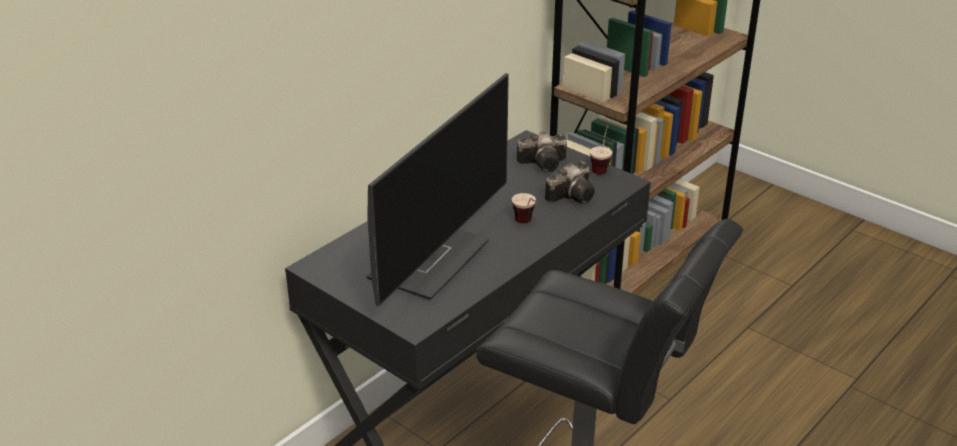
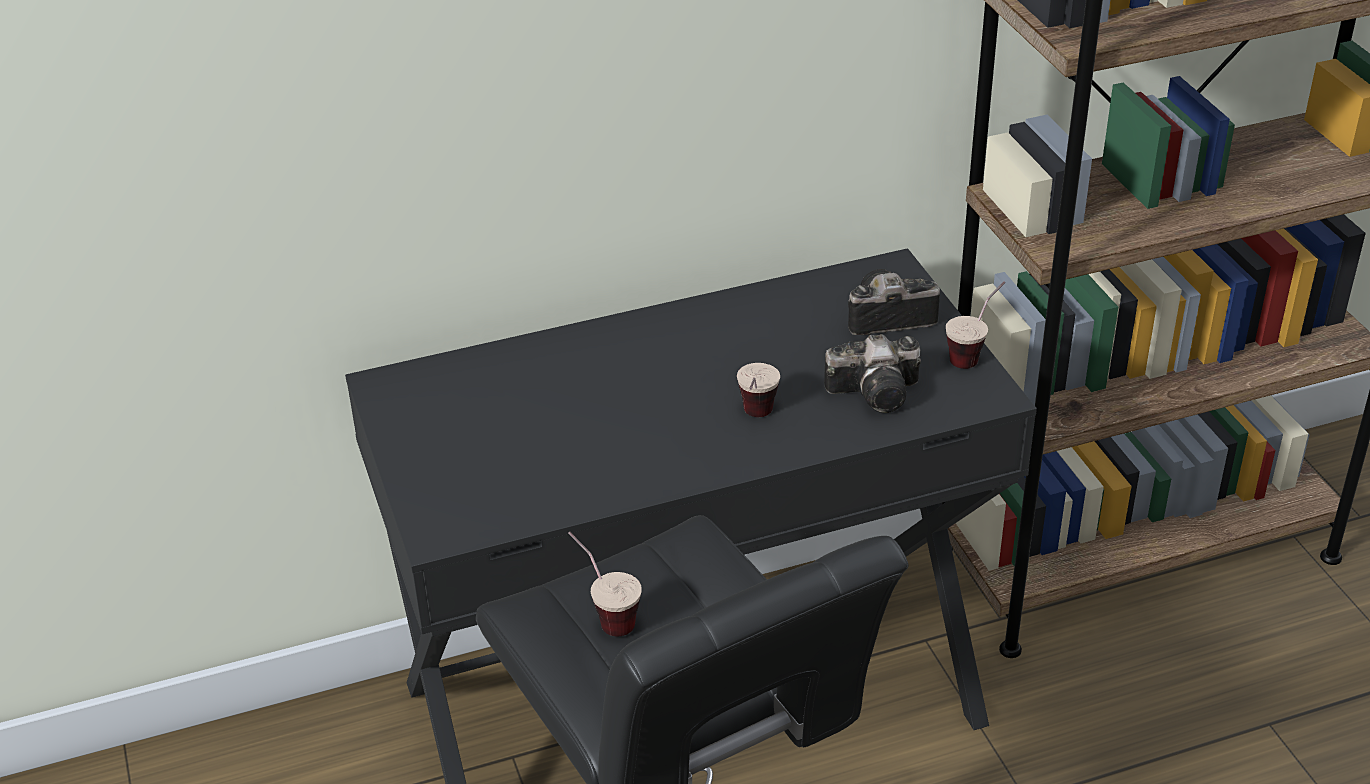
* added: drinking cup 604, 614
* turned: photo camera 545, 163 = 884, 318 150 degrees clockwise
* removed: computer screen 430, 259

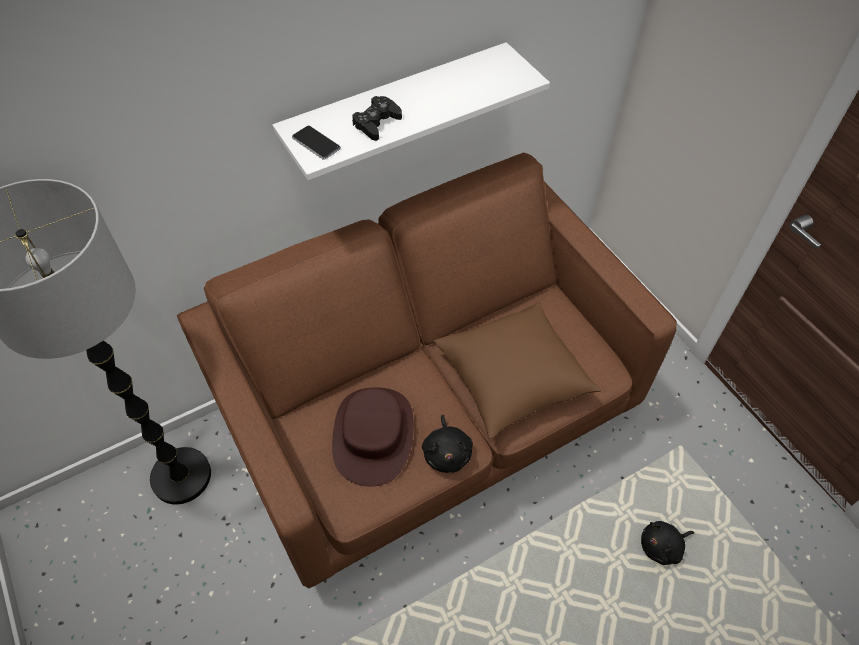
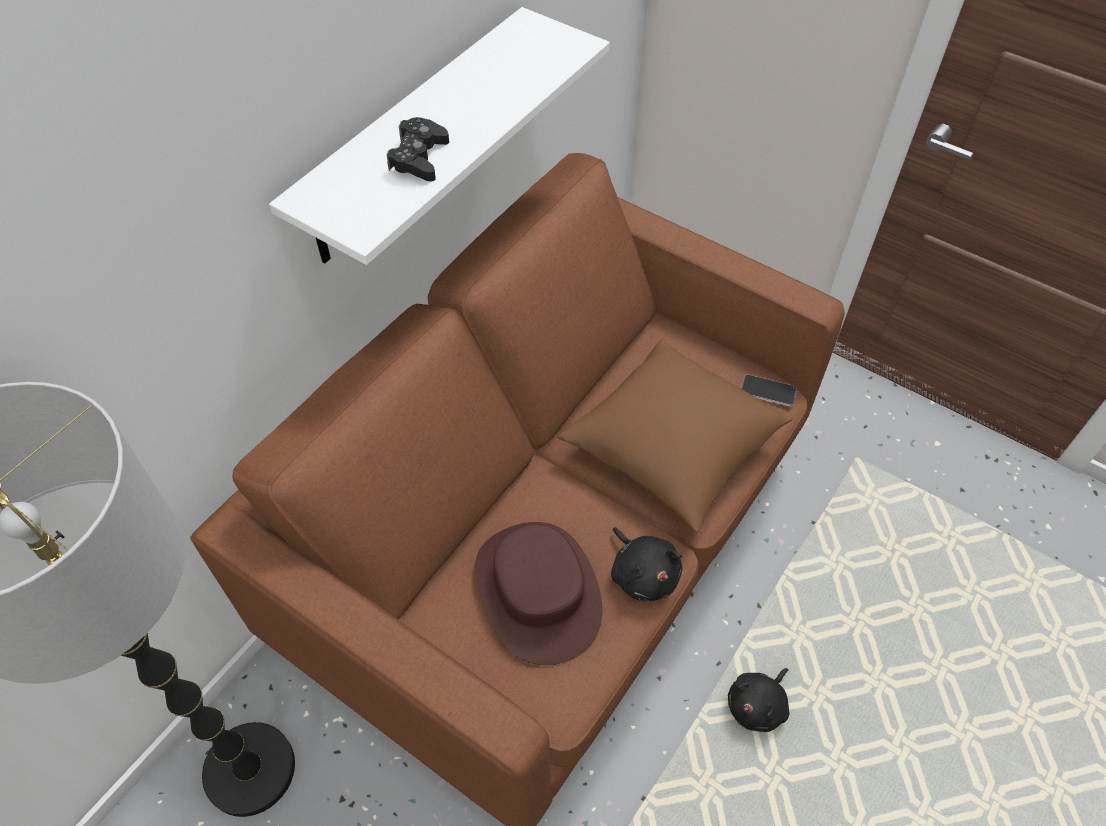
* moved: black-coloured cuddly toy 662, 546 to 758, 705
* moved: handset 316, 143 to 768, 391

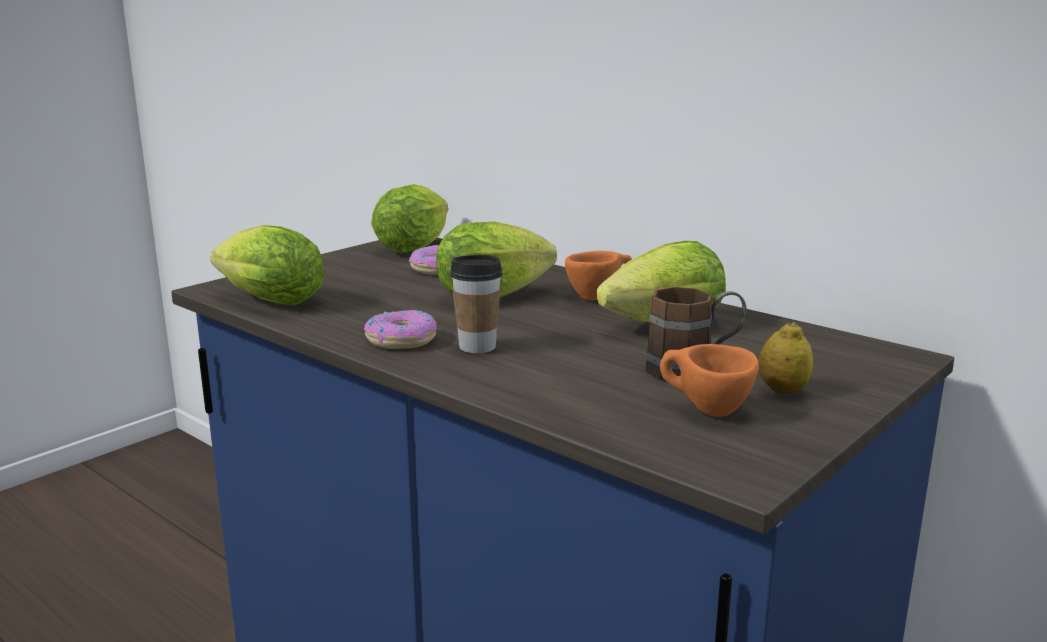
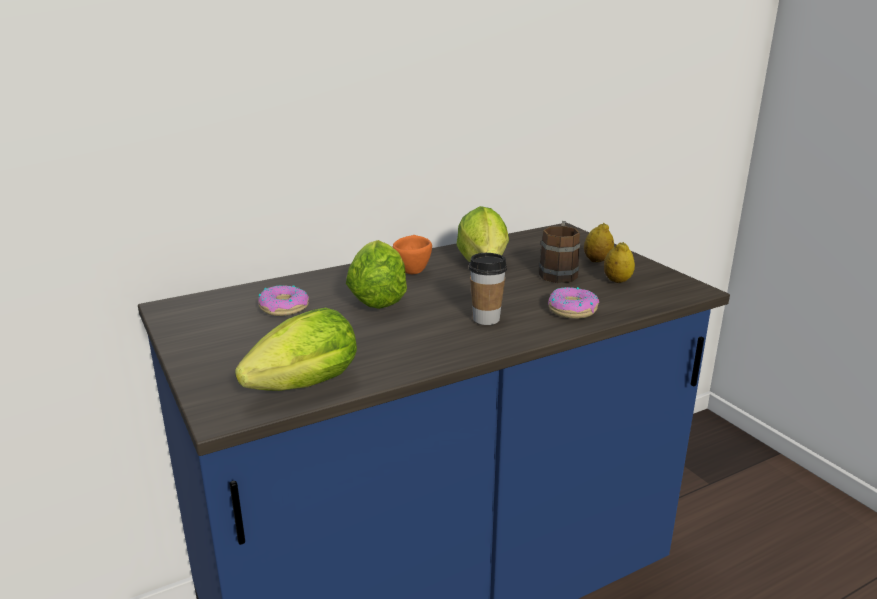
* moved: doughnut 401, 340 to 572, 310
* replaced: orange drinking cup 704, 410 to citrus fruit 617, 281
* removed: head of lettuce 416, 246

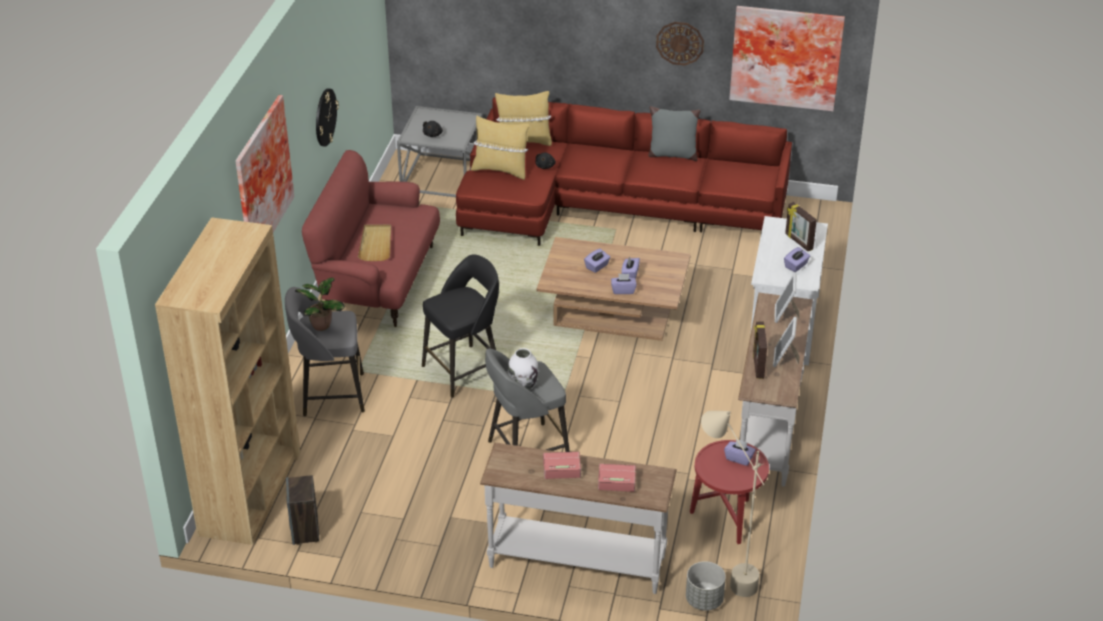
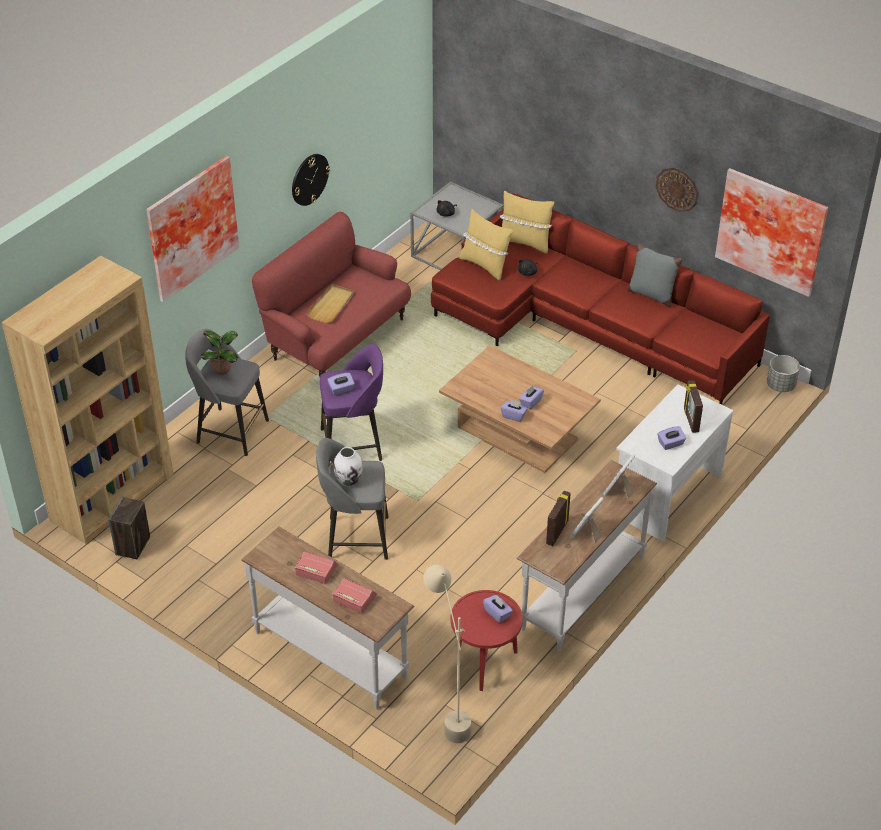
* recoloured: black-coloured stool 464, 370 to purplish stool 354, 444
* moved: purplish tissue box 597, 266 to 341, 389
* moved: gray plant pot 704, 600 to 781, 385

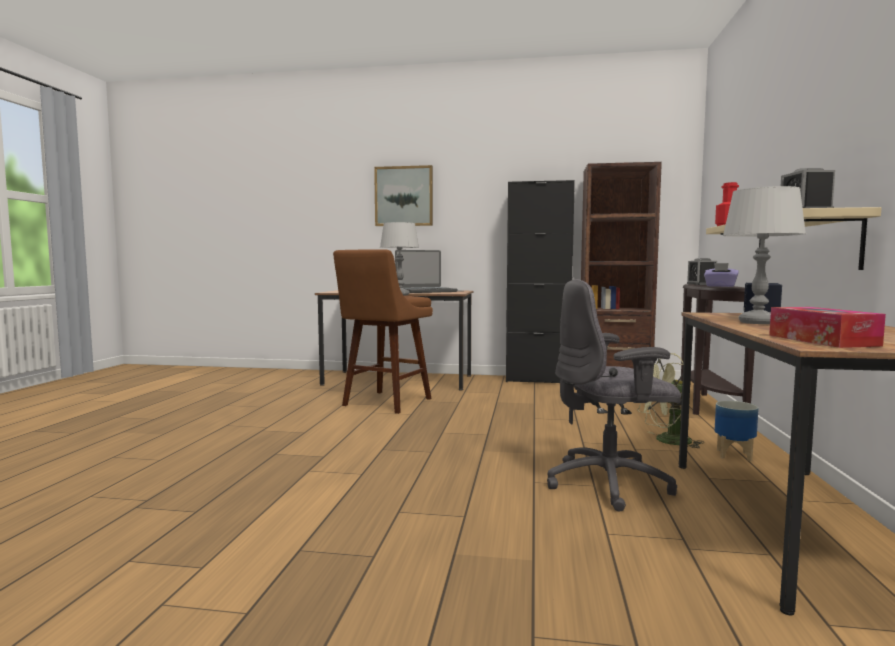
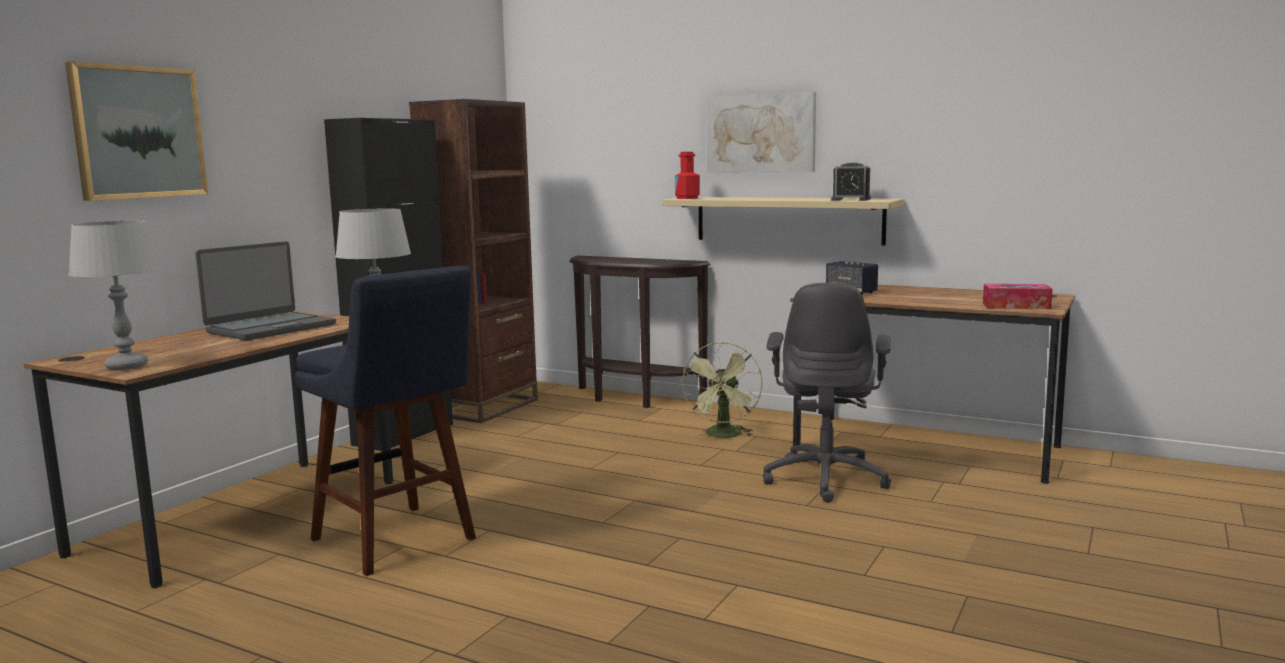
* moved: gray lamp for a table 757, 322 to 127, 366
* turned: portable computer 425, 291 = 270, 328 45 degrees clockwise
* recoloured: brownish stool 384, 403 to blue-coloured stool 398, 542
* added: wall art 761, 133
* removed: alarm clock 701, 284
* removed: purplish tissue box 720, 286
* removed: plant pot 734, 455

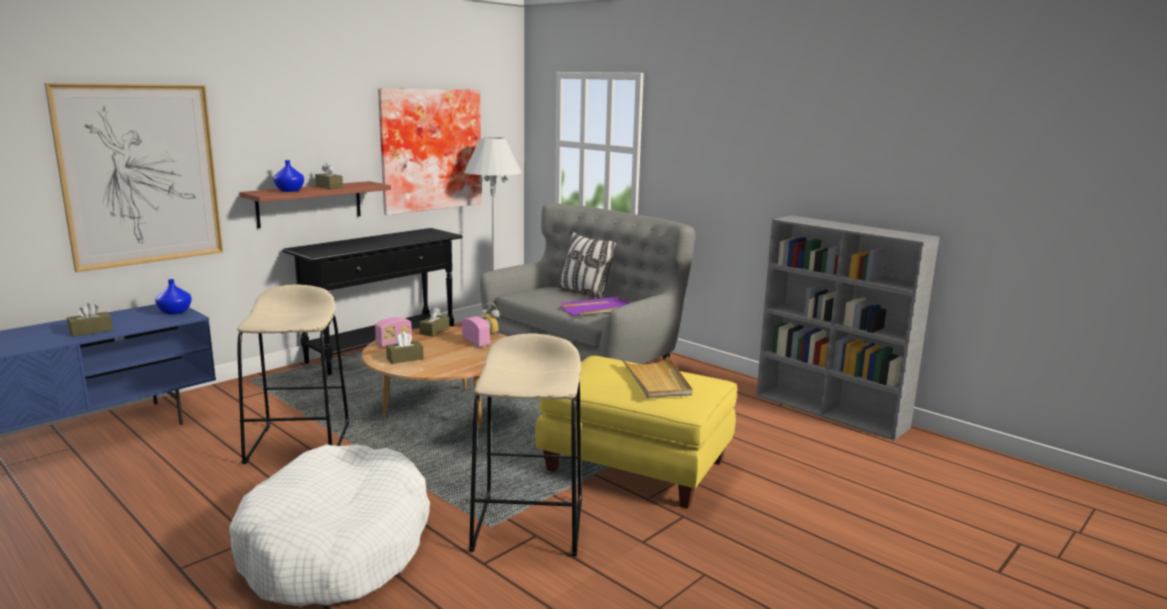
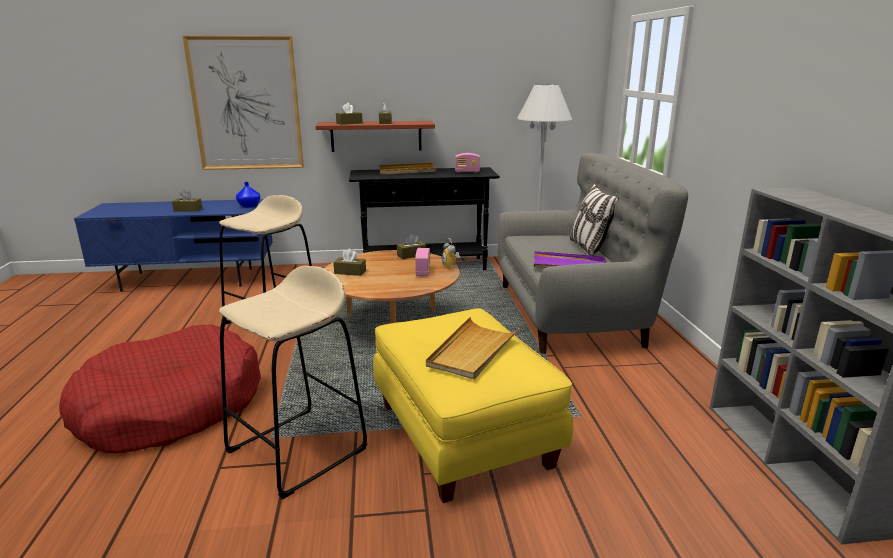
* recoloured: whitish pet bed 337, 547 to red-coloured pet bed 170, 407
* replaced: blue-coloured flower vase 290, 190 to brownish tissue box 349, 123
* added: sand-coloured carrying tray 407, 171
* moved: radio 394, 343 to 467, 172
* removed: wall art 429, 149

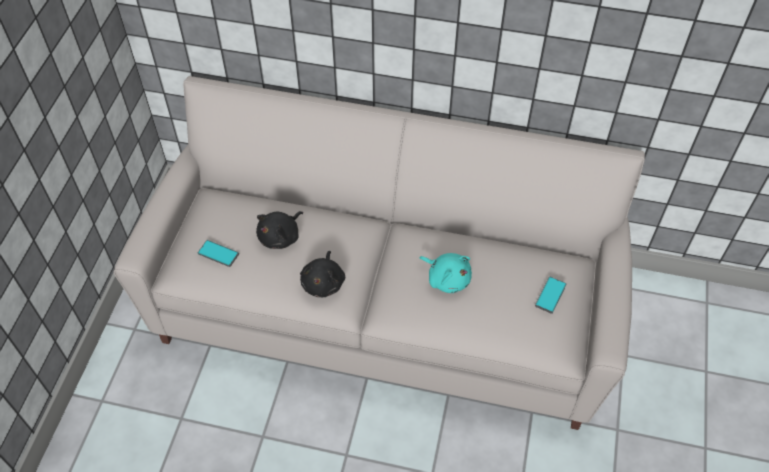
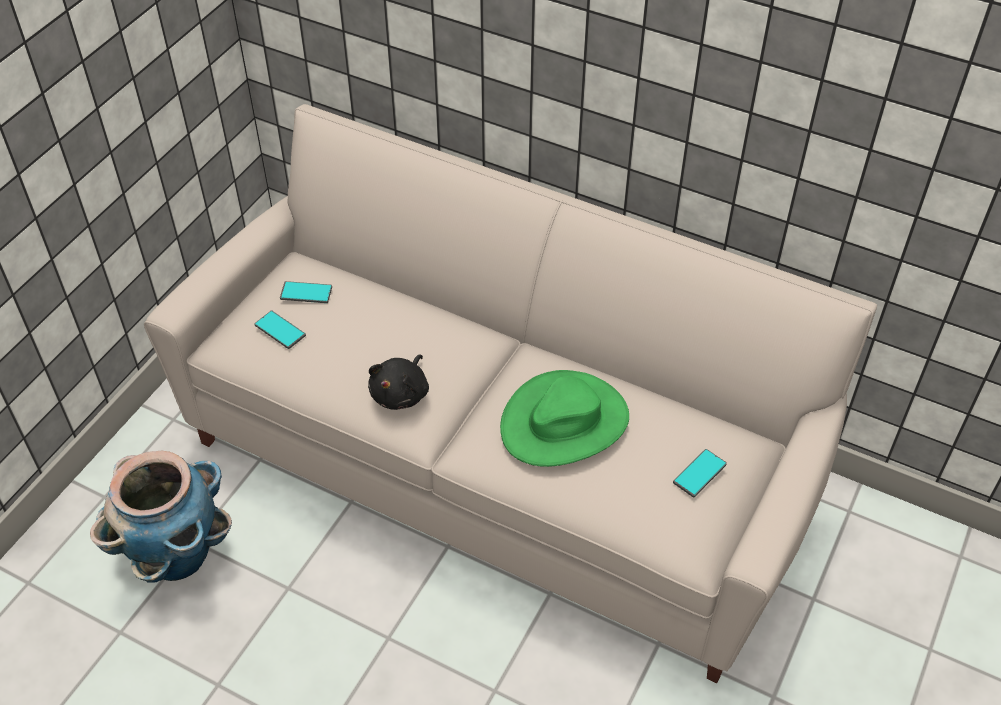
* added: plant pot 177, 555
* added: handset 306, 293
* replaced: blue-green cuddly toy 447, 278 to green clothing hat 564, 422
* removed: black-coloured cuddly toy 281, 236

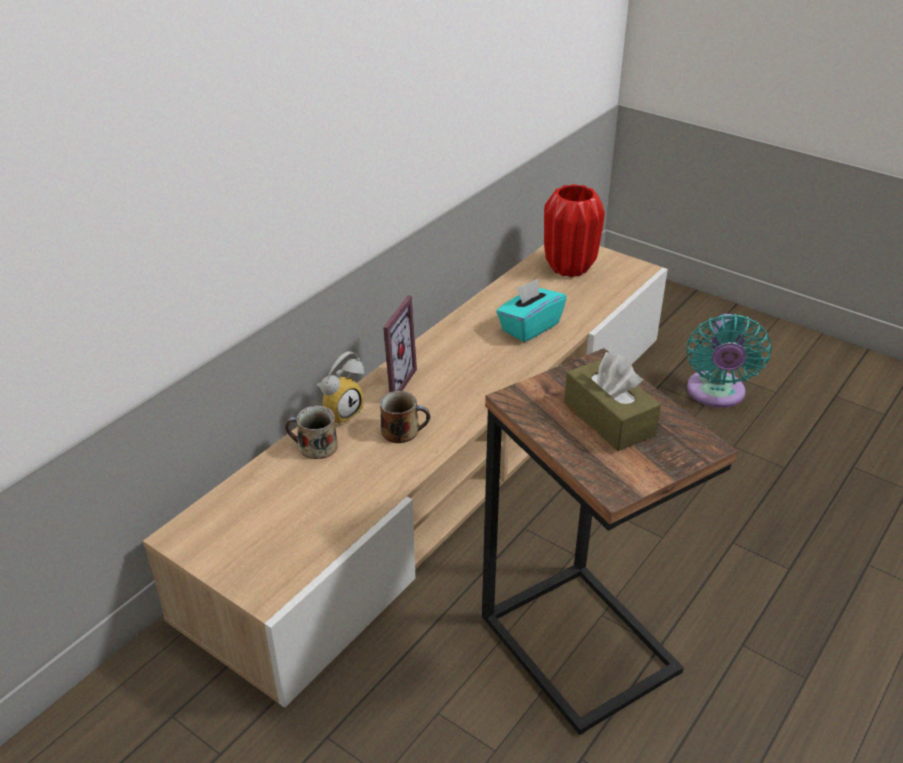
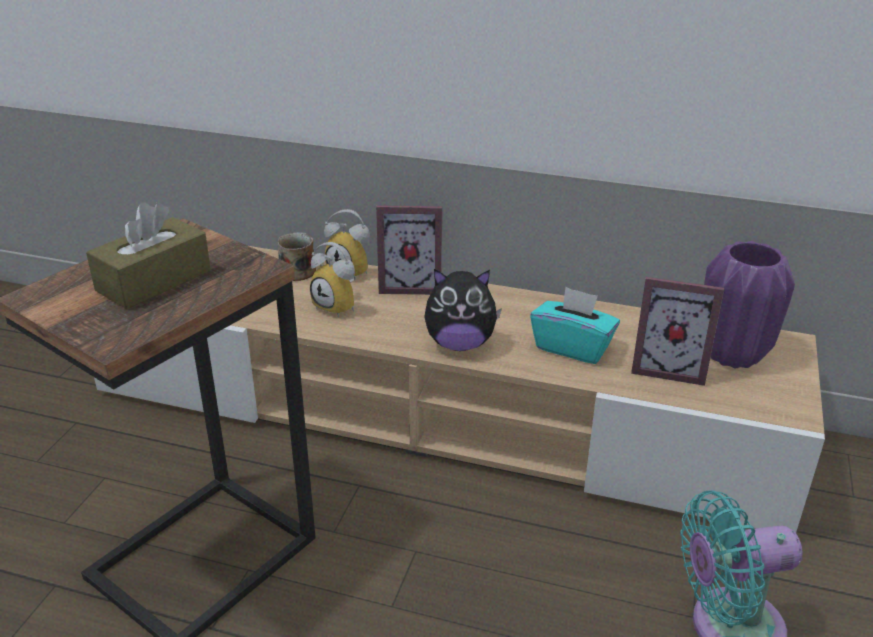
* replaced: coffee mug 402, 430 to alarm clock 339, 306
* added: cuddly toy 460, 344
* added: picture frame 668, 368
* recoloured: red-coloured flower vase 570, 268 to purplish flower vase 733, 355

